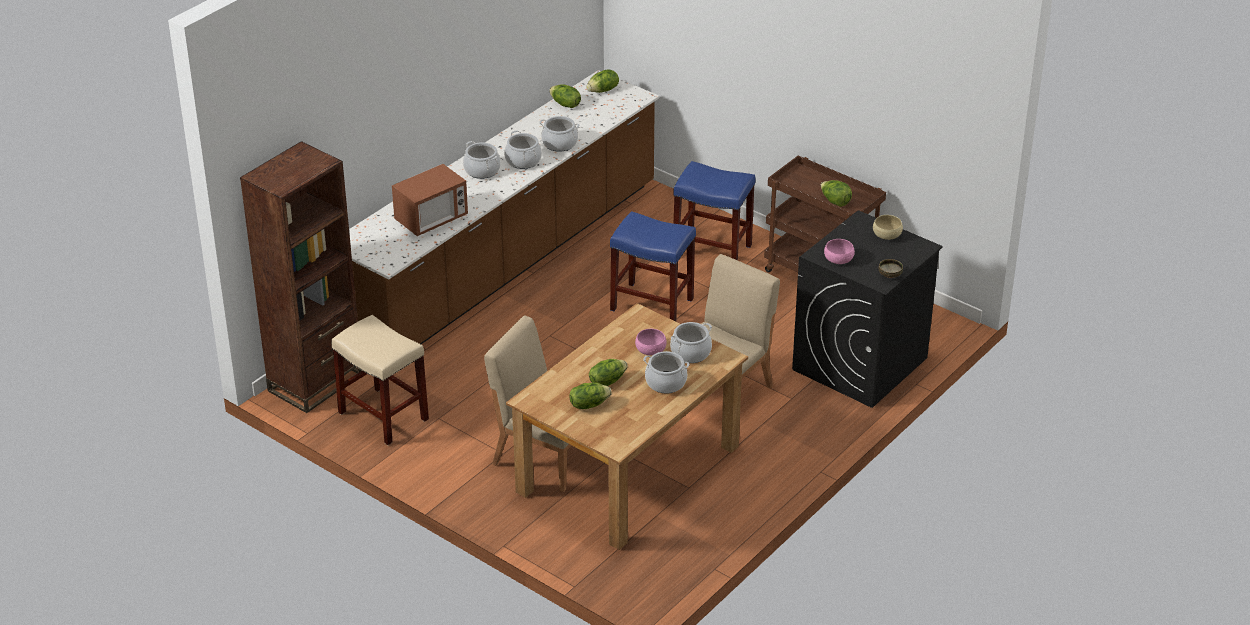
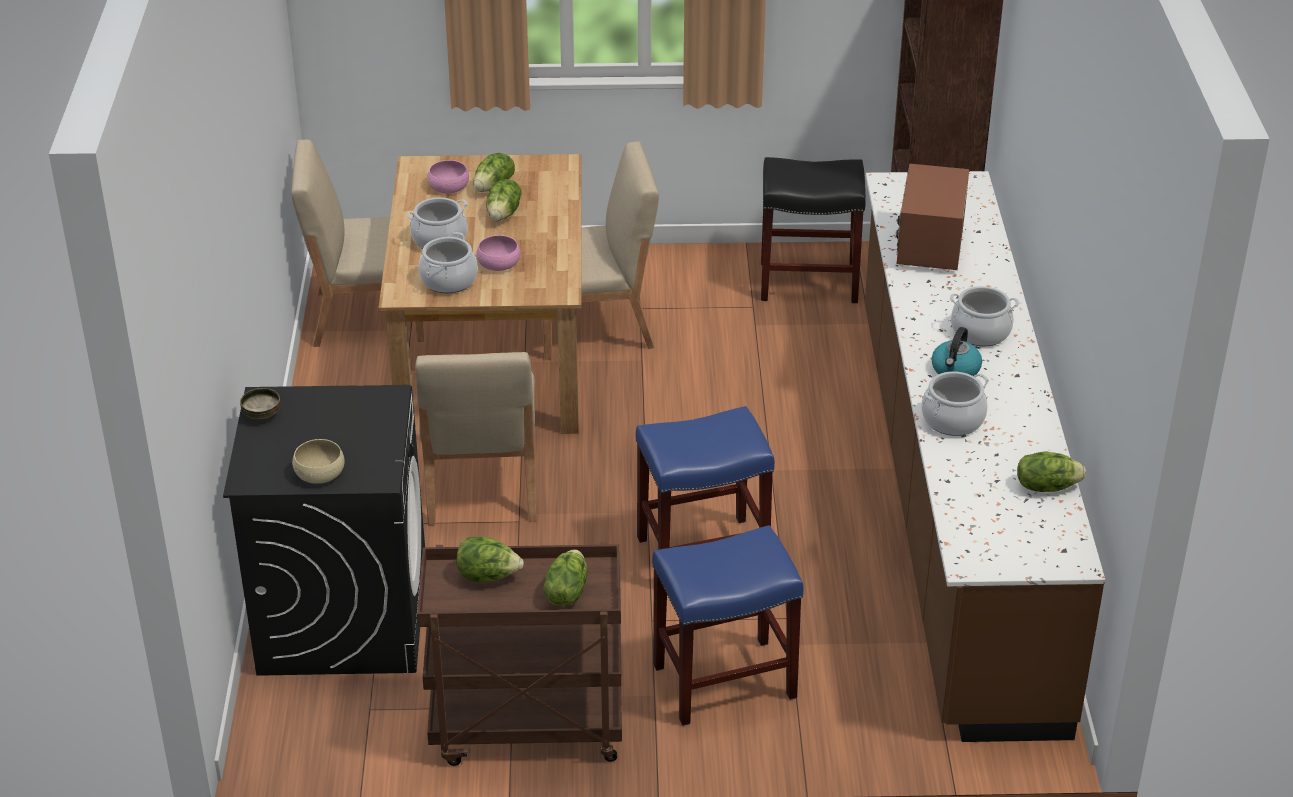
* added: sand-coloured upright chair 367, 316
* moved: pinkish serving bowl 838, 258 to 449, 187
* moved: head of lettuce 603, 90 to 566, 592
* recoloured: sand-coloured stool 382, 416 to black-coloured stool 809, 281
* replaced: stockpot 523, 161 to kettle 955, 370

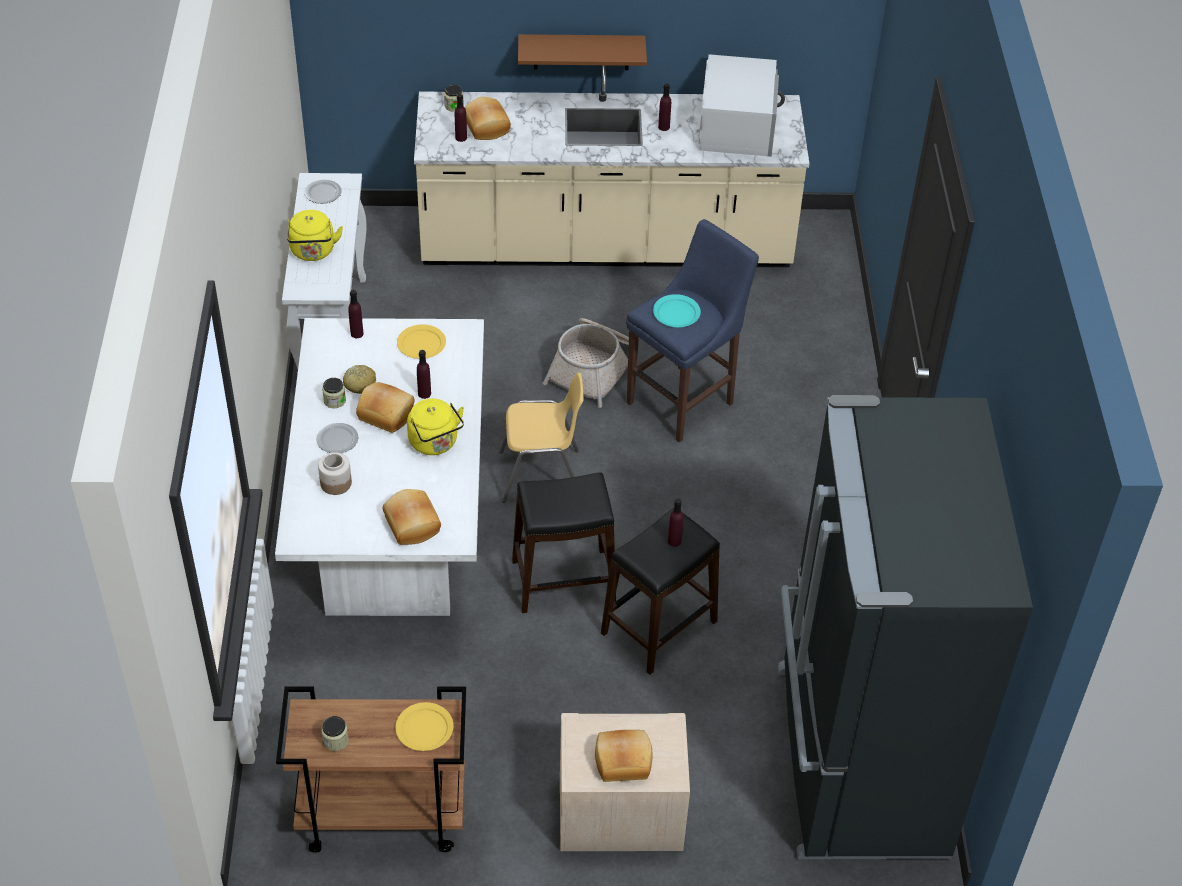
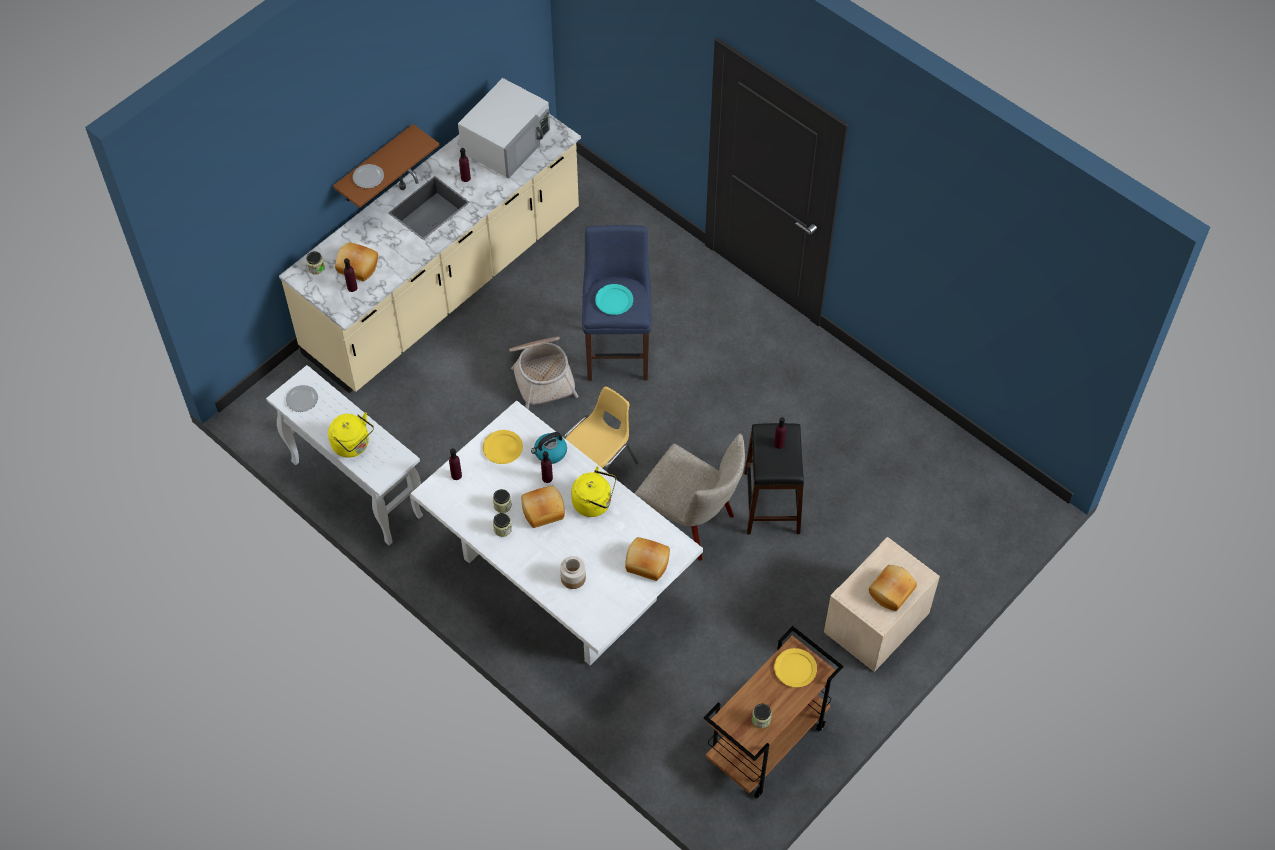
* moved: plate 338, 439 to 368, 177
* turned: whitish kitchen microwave 737, 125 = 507, 141 75 degrees clockwise
* replaced: bakery bread 360, 384 to storage jar 502, 505
* added: kettle 550, 453
* replaced: black-coloured stool 564, 581 to sand-coloured upright chair 690, 522
* removed: black-coloured refrigerator 856, 761

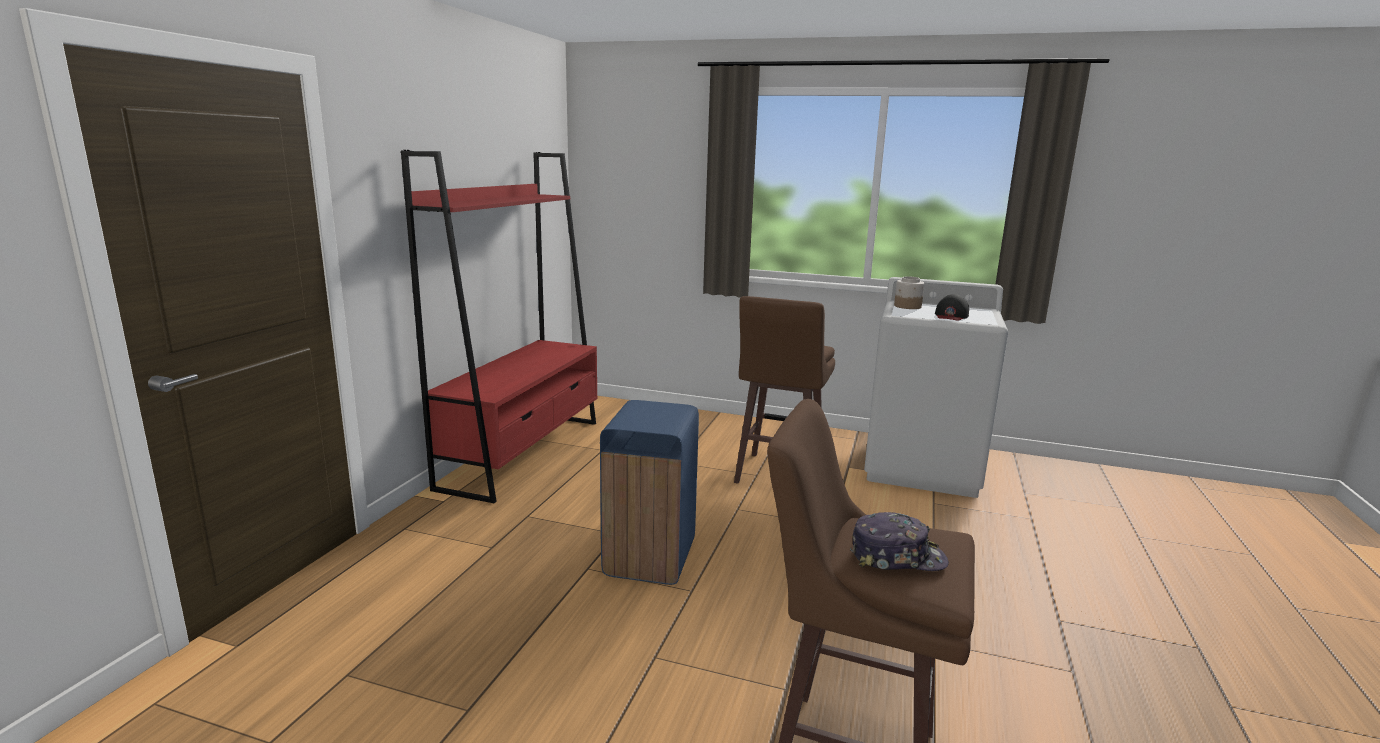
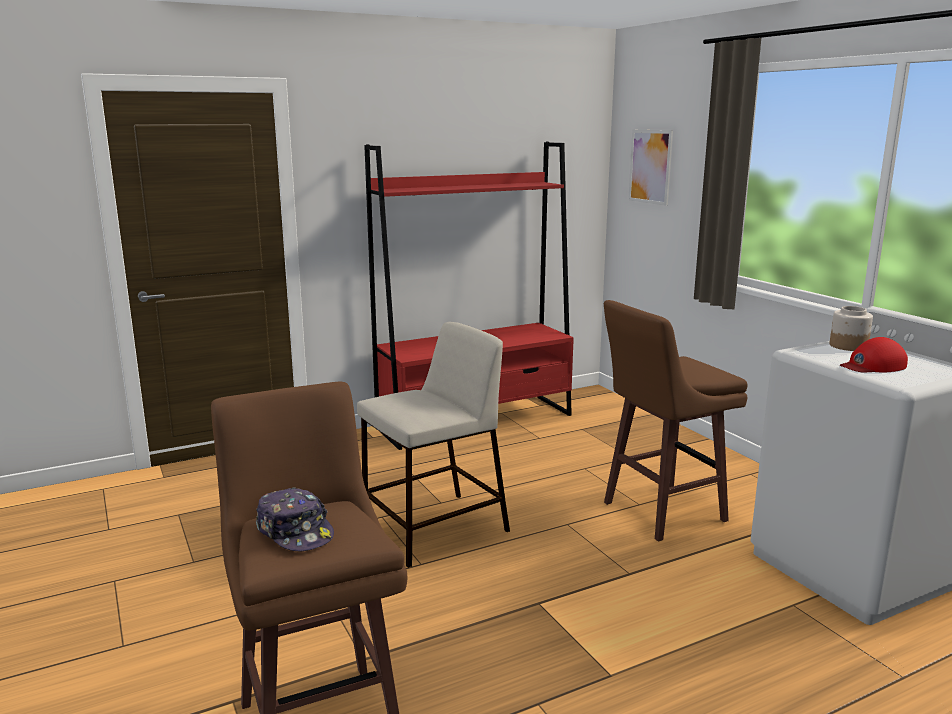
* replaced: blue-coloured waste bin 651, 558 to sand-coloured stool 434, 529
* added: wall art 650, 166
* recoloured: black-coloured cap 951, 315 to red-coloured cap 872, 366

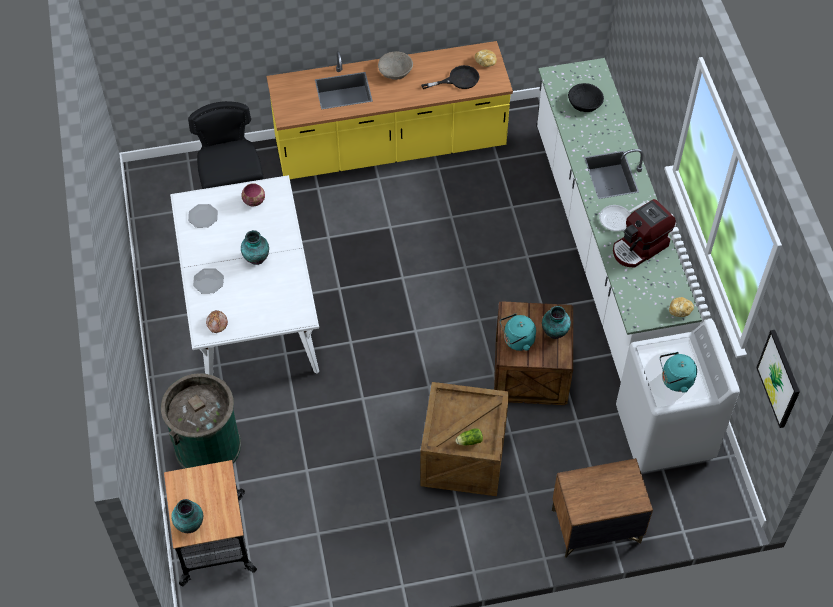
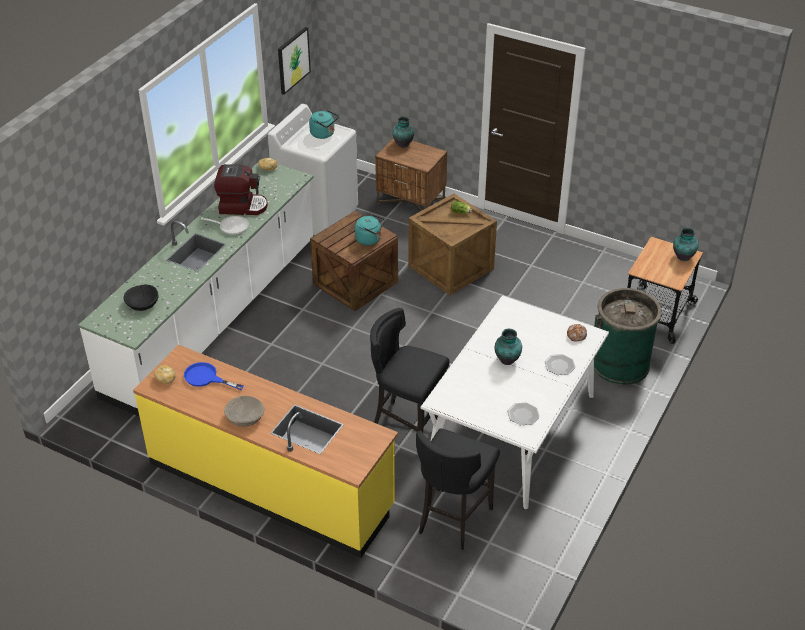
* recoloured: black-coloured pan 458, 80 to blue-coloured pan 206, 378
* added: black-coloured stool 407, 425
* moved: flower vase 554, 333 to 403, 144
* removed: serving bowl 253, 201

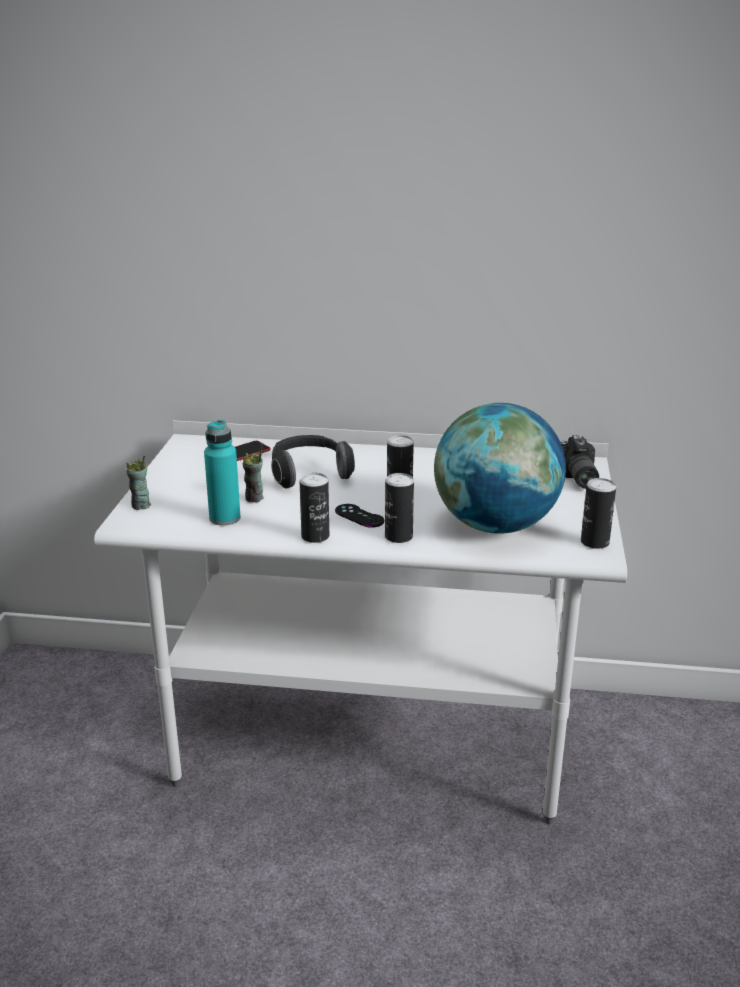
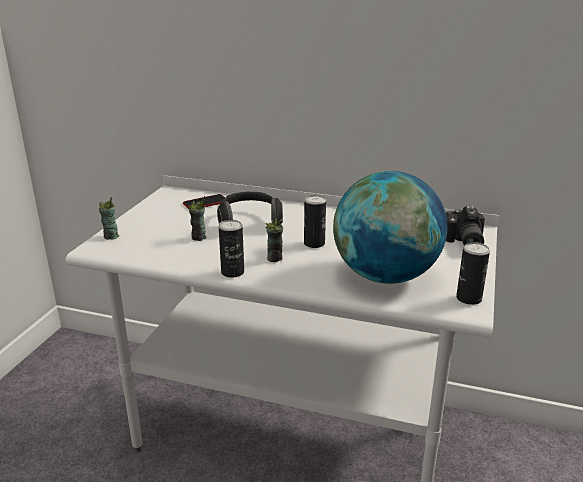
* replaced: black-coloured game controller 359, 516 to drinking cup 275, 258
* removed: blue-green drink bottle 225, 518
* removed: sealed can 398, 536

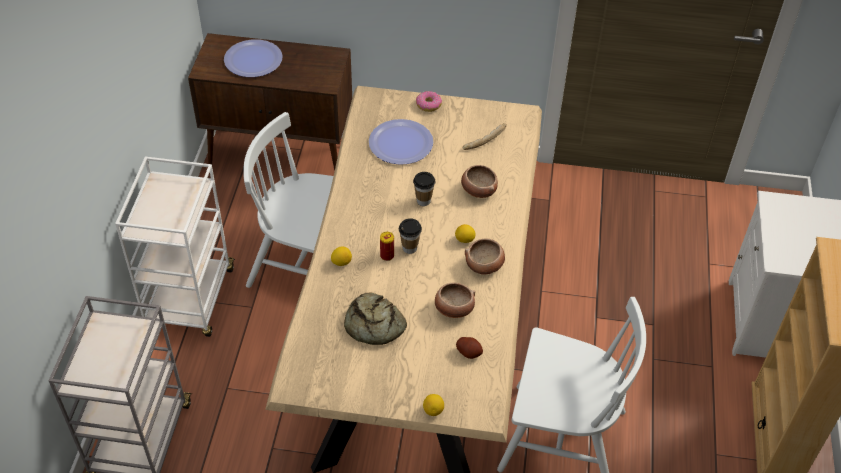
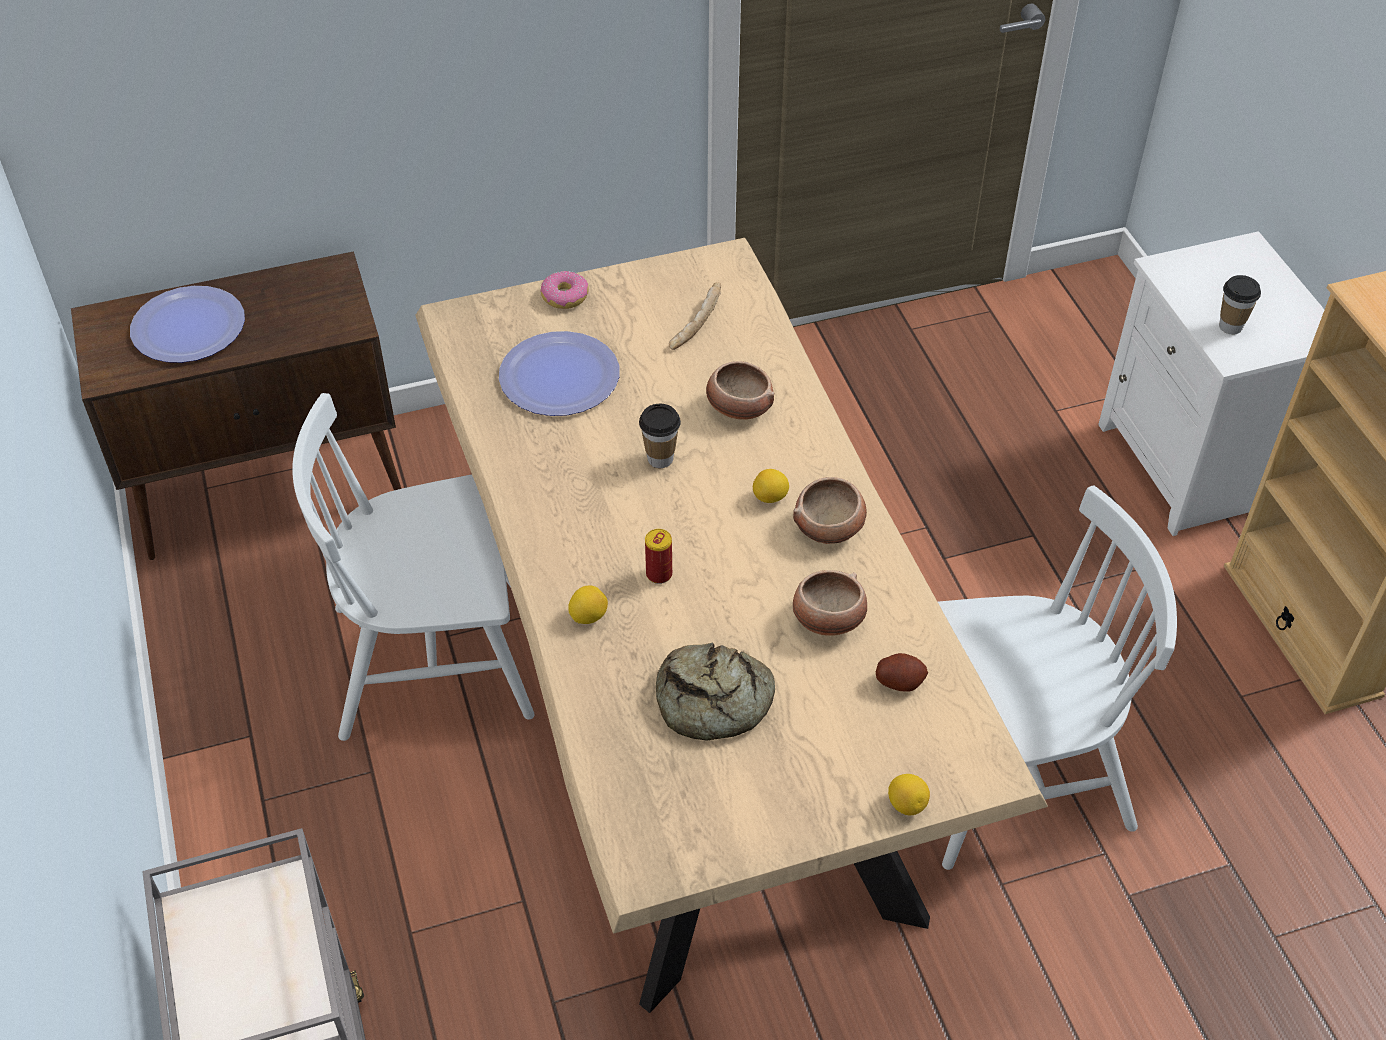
* moved: drinking cup 409, 248 to 1230, 326
* removed: whitish cart 190, 300

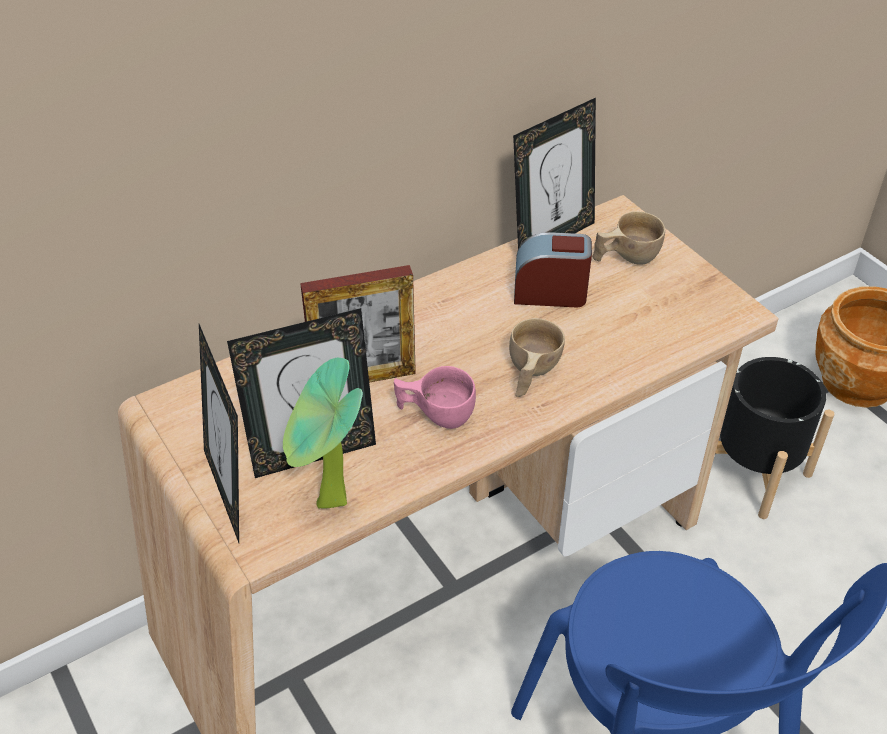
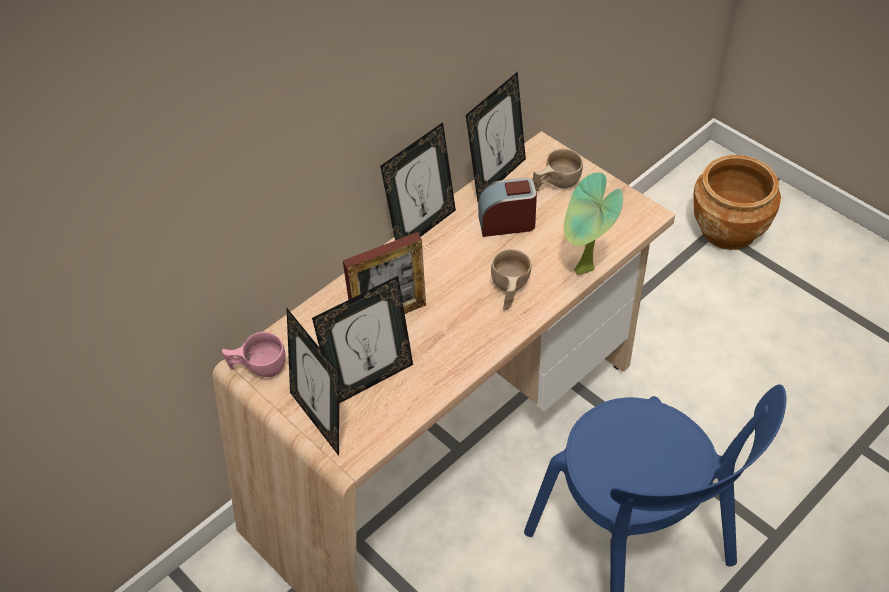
* moved: pinkish drinking cup 435, 414 to 258, 367
* added: picture frame 422, 228
* moved: plant in a pot 329, 507 to 584, 273
* removed: black-coloured plant pot 753, 472

